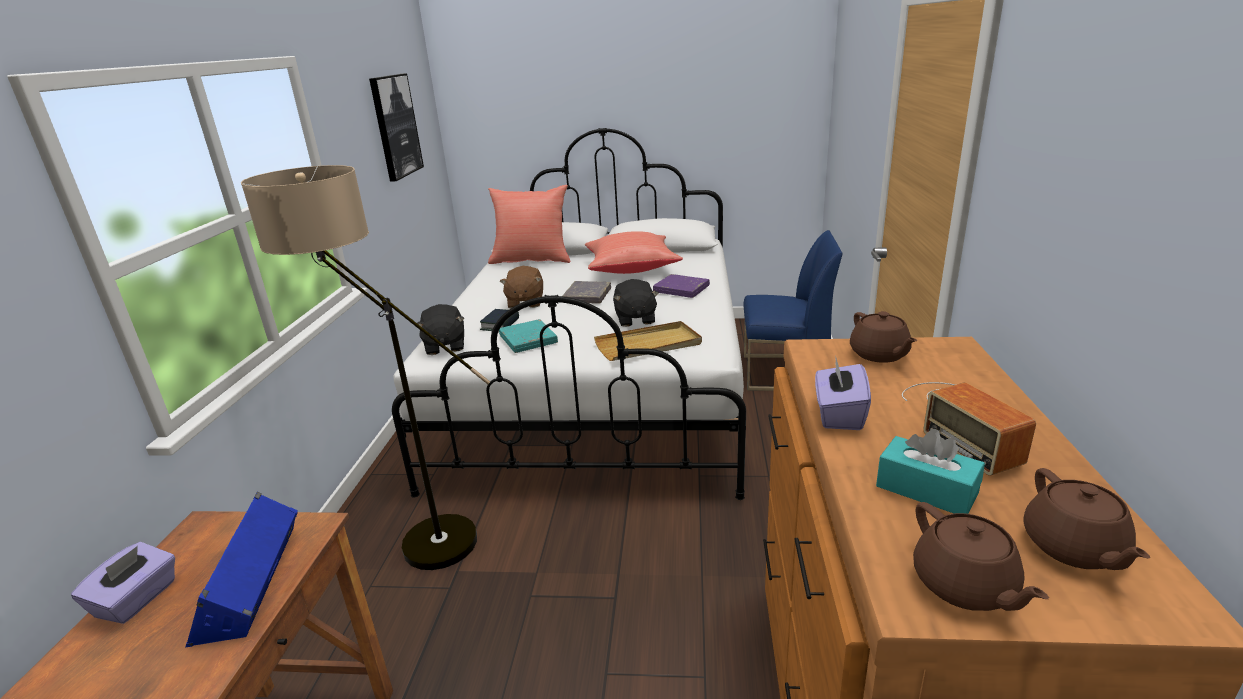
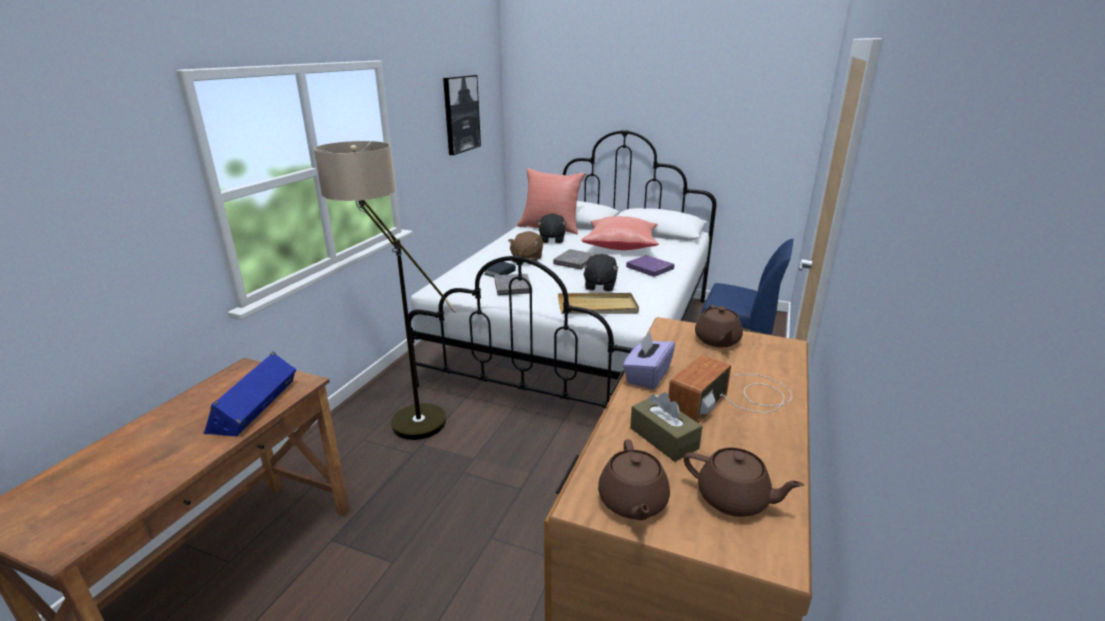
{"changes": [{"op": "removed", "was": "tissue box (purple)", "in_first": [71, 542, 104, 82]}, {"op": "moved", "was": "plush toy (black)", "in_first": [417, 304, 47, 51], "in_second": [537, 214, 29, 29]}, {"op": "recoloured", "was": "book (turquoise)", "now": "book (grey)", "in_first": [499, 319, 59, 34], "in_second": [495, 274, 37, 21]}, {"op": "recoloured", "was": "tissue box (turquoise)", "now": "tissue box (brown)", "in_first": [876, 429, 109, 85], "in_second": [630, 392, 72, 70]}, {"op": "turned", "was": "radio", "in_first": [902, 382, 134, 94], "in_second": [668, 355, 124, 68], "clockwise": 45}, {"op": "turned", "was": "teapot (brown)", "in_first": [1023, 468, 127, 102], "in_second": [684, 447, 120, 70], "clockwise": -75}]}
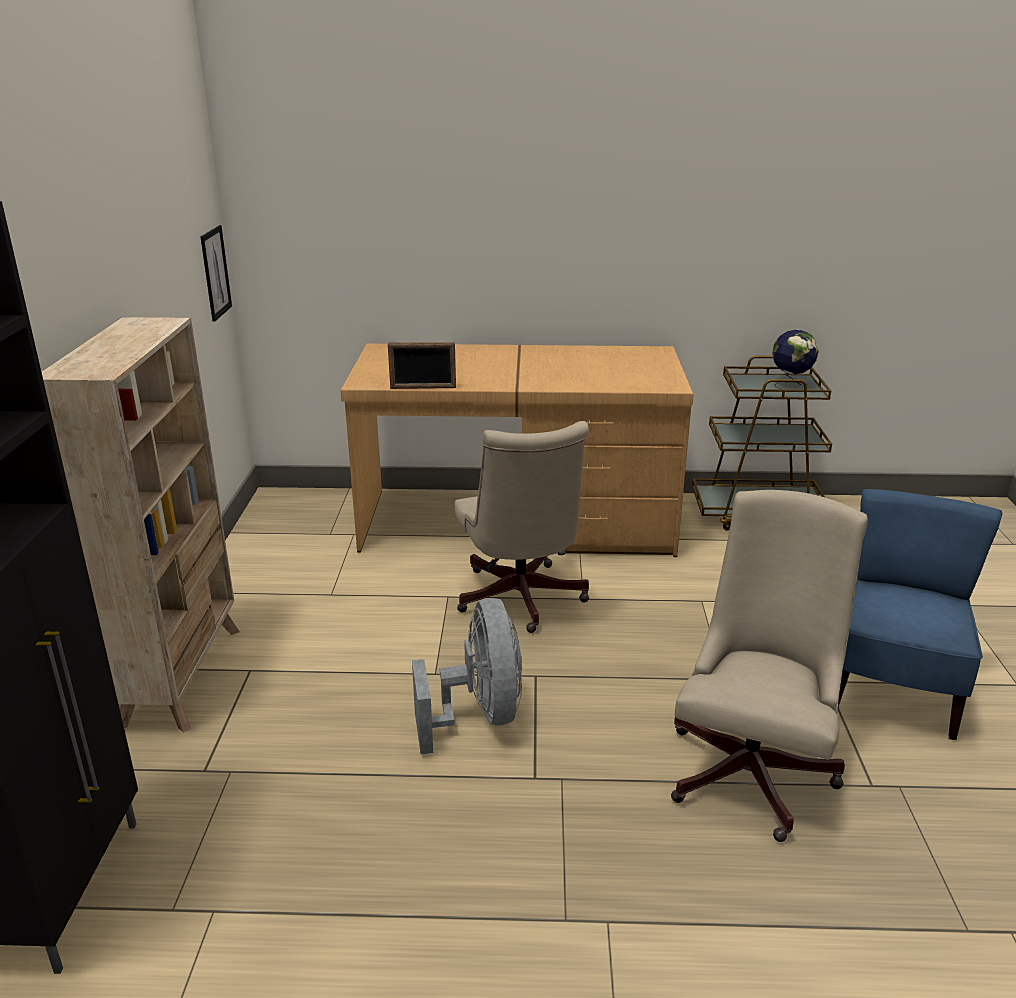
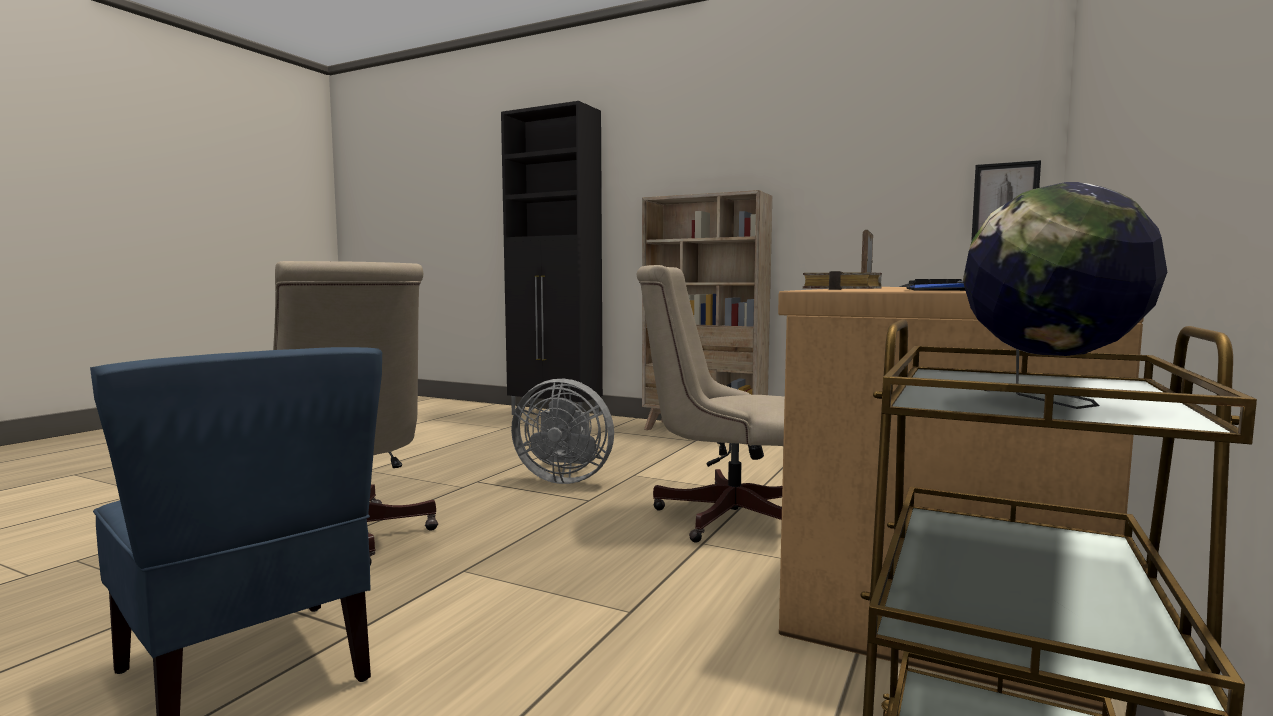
{"changes": [{"op": "added", "now": "book", "in_second": [803, 271, 79, 19]}, {"op": "added", "now": "keyboard", "in_second": [899, 279, 67, 12]}]}
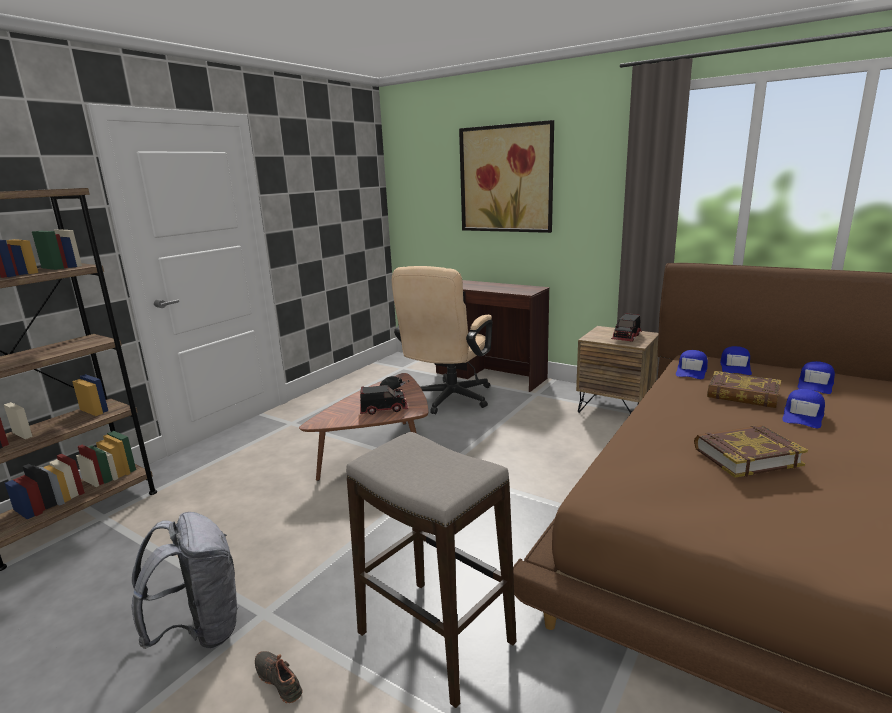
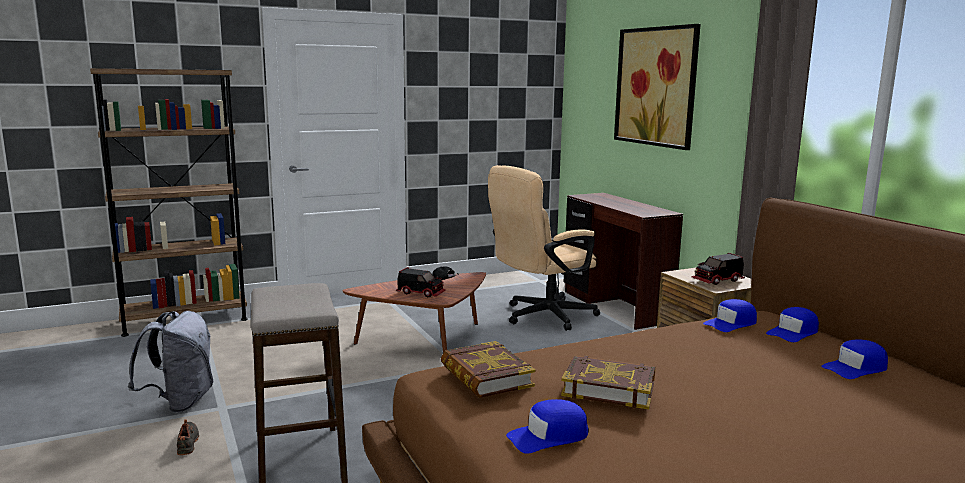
{"changes": [{"op": "moved", "was": "book", "in_first": [707, 371, 74, 37], "in_second": [441, 341, 95, 57]}, {"op": "moved", "was": "cap (blue)", "in_first": [782, 389, 43, 39], "in_second": [506, 399, 83, 55]}]}
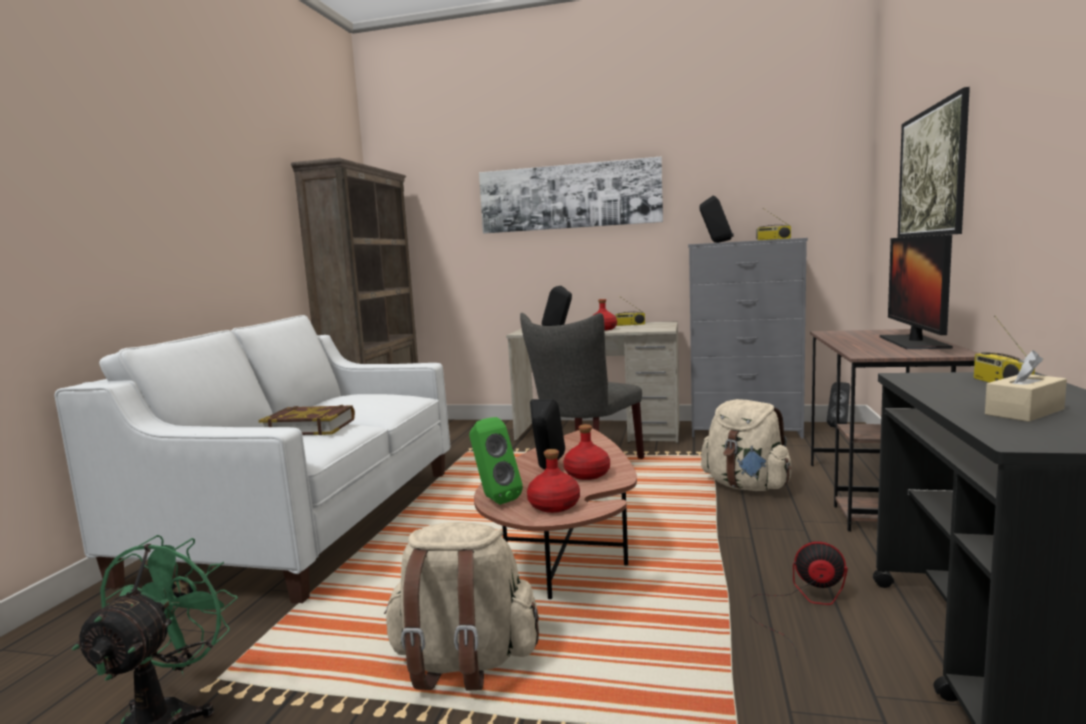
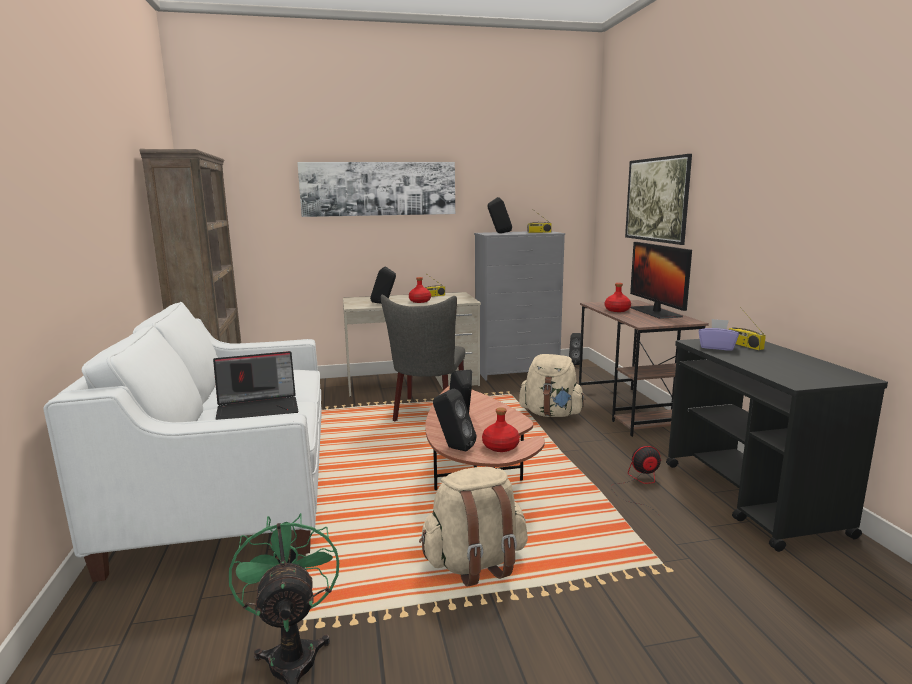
{"changes": [{"op": "removed", "was": "tissue box (beige)", "in_first": [985, 350, 82, 72]}, {"op": "added", "now": "tissue box (purple)", "in_second": [699, 319, 40, 32]}, {"op": "moved", "was": "bottle (red)", "in_first": [563, 424, 47, 56], "in_second": [605, 283, 26, 29]}, {"op": "replaced", "was": "book", "now": "laptop", "in_first": [259, 405, 96, 30], "in_second": [213, 351, 86, 69]}, {"op": "recoloured", "was": "speaker (green)", "now": "speaker (black)", "in_first": [469, 417, 54, 88], "in_second": [433, 388, 44, 64]}]}
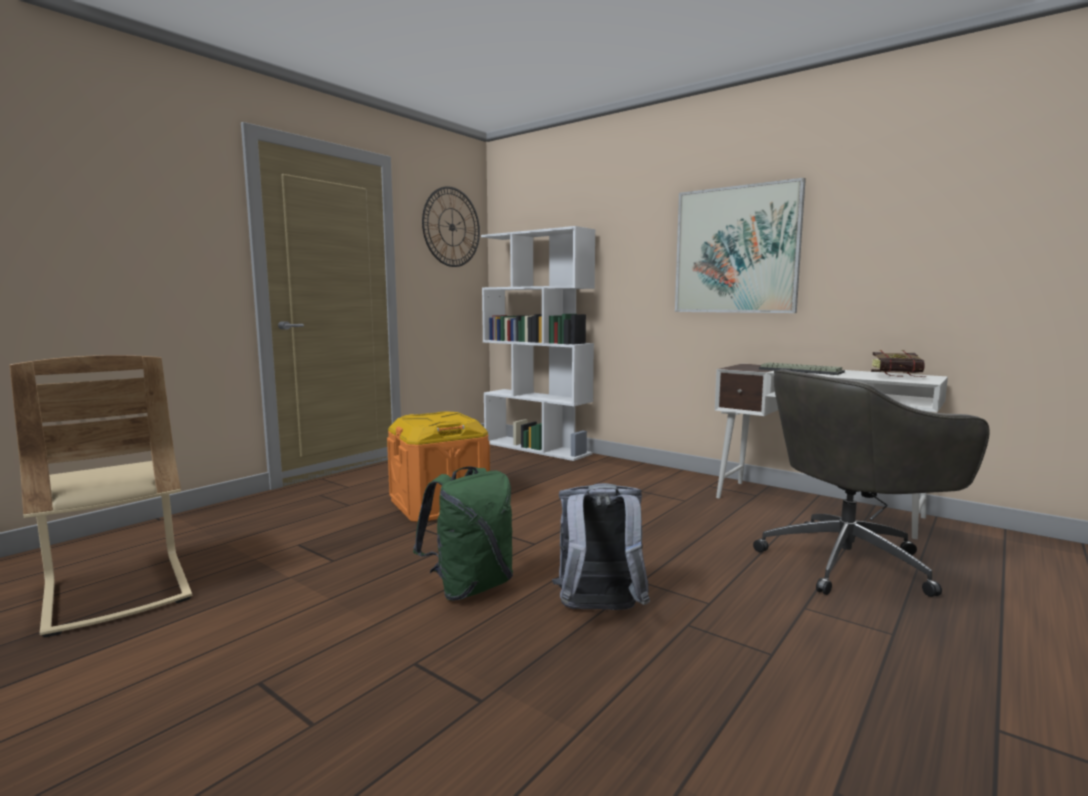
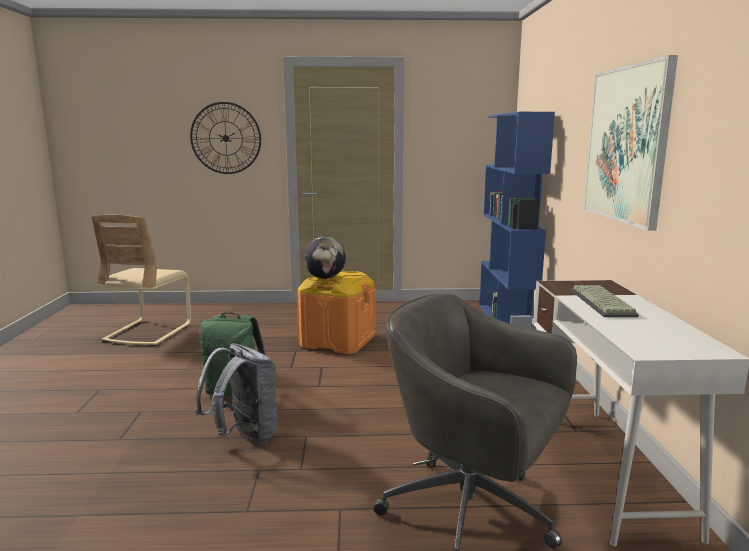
{"changes": [{"op": "removed", "was": "book", "in_first": [871, 350, 55, 27]}, {"op": "added", "now": "globe", "in_second": [303, 236, 43, 43]}, {"op": "moved", "was": "wall clock", "in_first": [422, 186, 58, 81], "in_second": [190, 102, 71, 72]}, {"op": "recoloured", "was": "bookcase (white)", "now": "bookcase (blue)", "in_first": [481, 226, 115, 235], "in_second": [479, 112, 76, 217]}]}
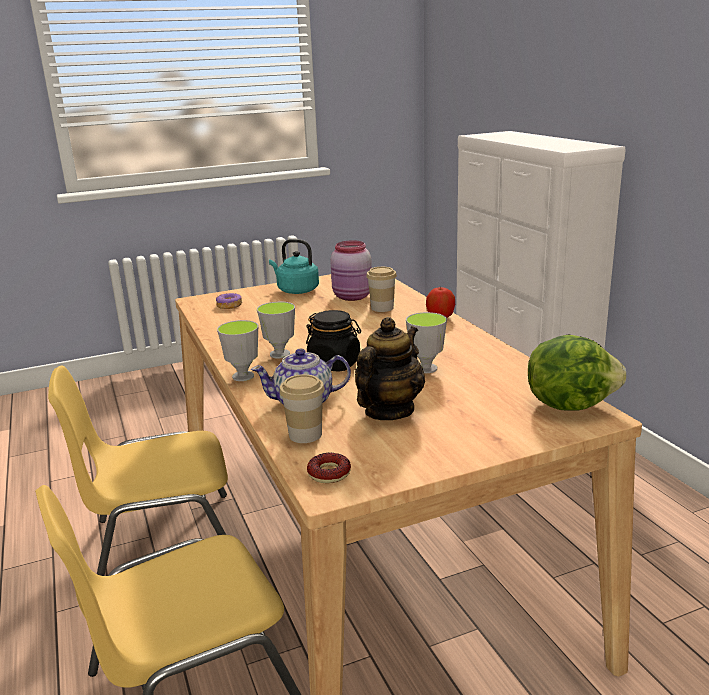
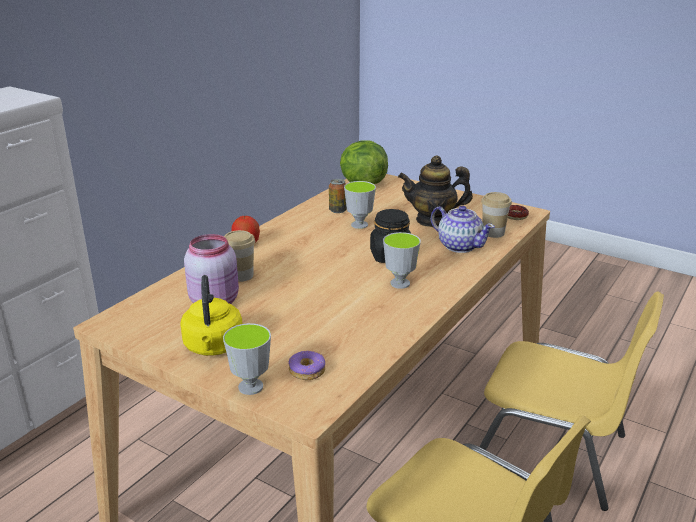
{"changes": [{"op": "added", "now": "can", "in_second": [329, 179, 18, 34]}, {"op": "moved", "was": "cup", "in_first": [217, 320, 41, 61], "in_second": [223, 323, 48, 72]}, {"op": "recoloured", "was": "kettle (turquoise)", "now": "kettle (yellow)", "in_first": [269, 239, 50, 55], "in_second": [180, 275, 62, 81]}]}
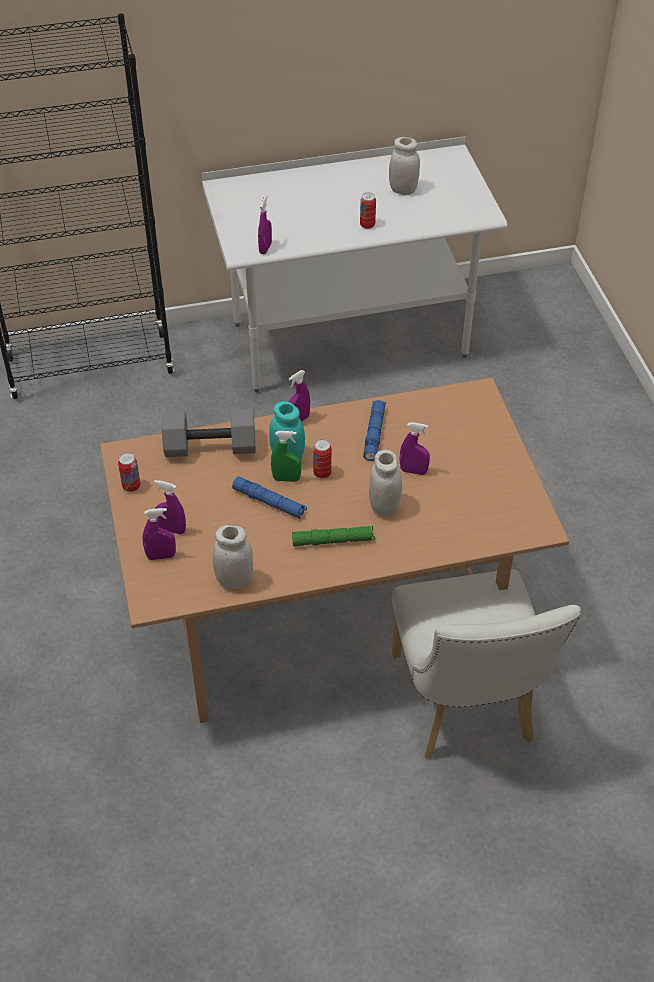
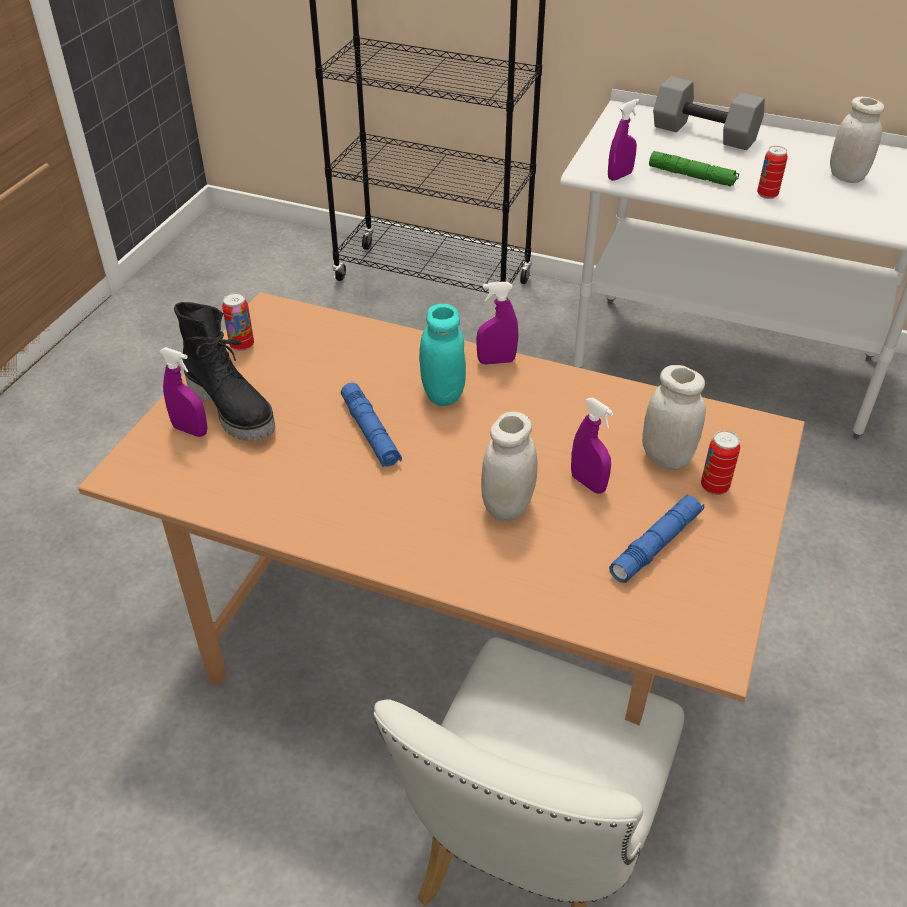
{"changes": [{"op": "removed", "was": "spray bottle (green)", "in_first": [271, 431, 30, 51]}, {"op": "moved", "was": "dumbbell (grey)", "in_first": [162, 408, 94, 49], "in_second": [653, 76, 112, 74]}, {"op": "moved", "was": "jar (white)", "in_first": [213, 525, 40, 64], "in_second": [642, 365, 64, 105]}, {"op": "moved", "was": "flashlight (green)", "in_first": [292, 526, 83, 20], "in_second": [649, 151, 90, 36]}, {"op": "moved", "was": "can", "in_first": [313, 439, 19, 40], "in_second": [701, 431, 39, 64]}, {"op": "moved", "was": "flashlight (blue)", "in_first": [363, 400, 23, 61], "in_second": [609, 494, 95, 89]}, {"op": "replaced", "was": "spray bottle (purple)", "now": "boot (black)", "in_first": [154, 480, 32, 54], "in_second": [174, 302, 101, 139]}]}
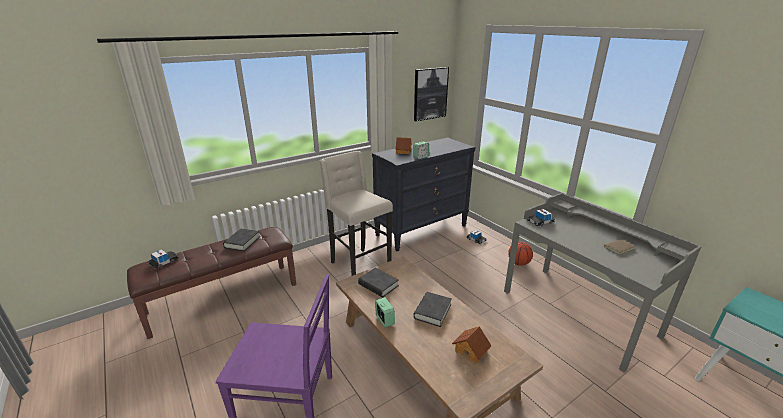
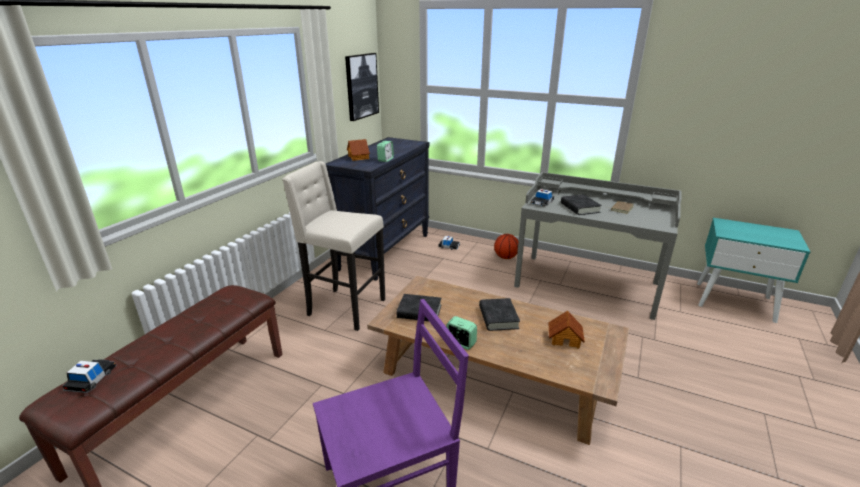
{"changes": [{"op": "moved", "was": "book (black)", "in_first": [223, 228, 37, 23], "in_second": [561, 194, 41, 21]}]}
